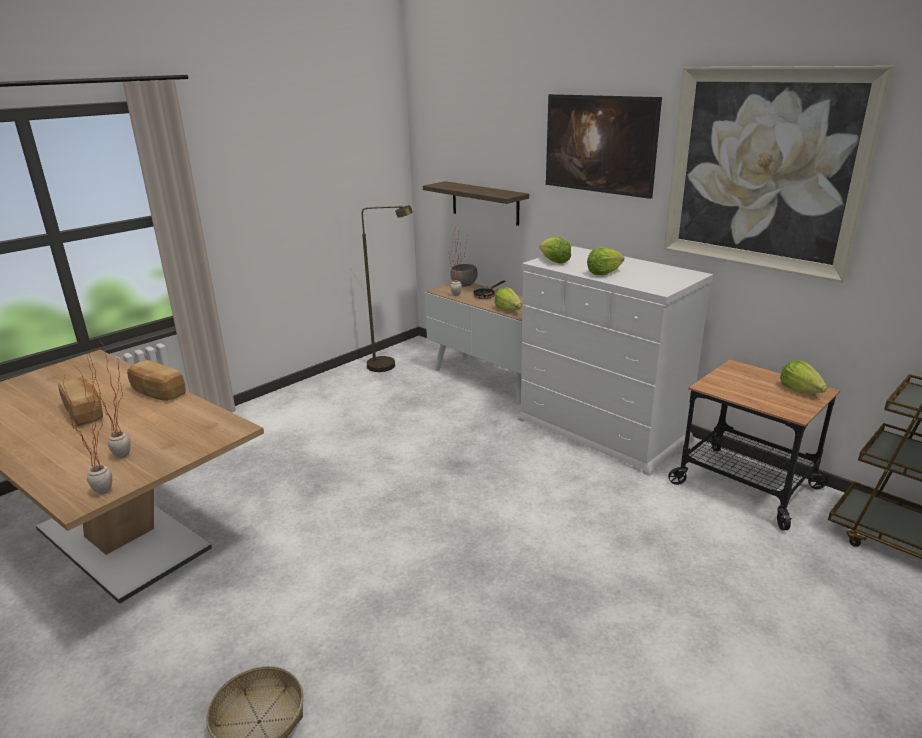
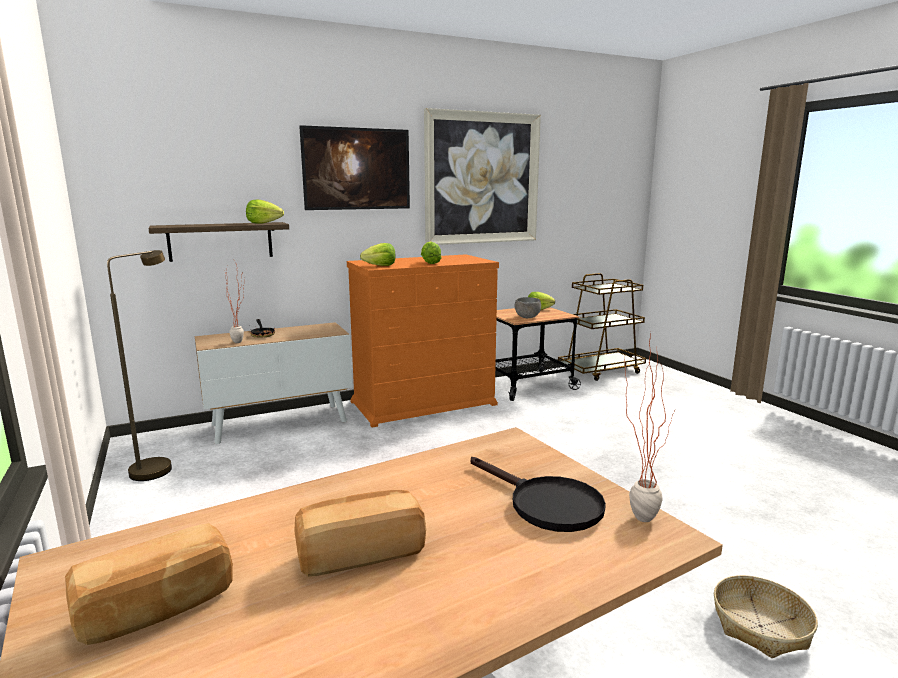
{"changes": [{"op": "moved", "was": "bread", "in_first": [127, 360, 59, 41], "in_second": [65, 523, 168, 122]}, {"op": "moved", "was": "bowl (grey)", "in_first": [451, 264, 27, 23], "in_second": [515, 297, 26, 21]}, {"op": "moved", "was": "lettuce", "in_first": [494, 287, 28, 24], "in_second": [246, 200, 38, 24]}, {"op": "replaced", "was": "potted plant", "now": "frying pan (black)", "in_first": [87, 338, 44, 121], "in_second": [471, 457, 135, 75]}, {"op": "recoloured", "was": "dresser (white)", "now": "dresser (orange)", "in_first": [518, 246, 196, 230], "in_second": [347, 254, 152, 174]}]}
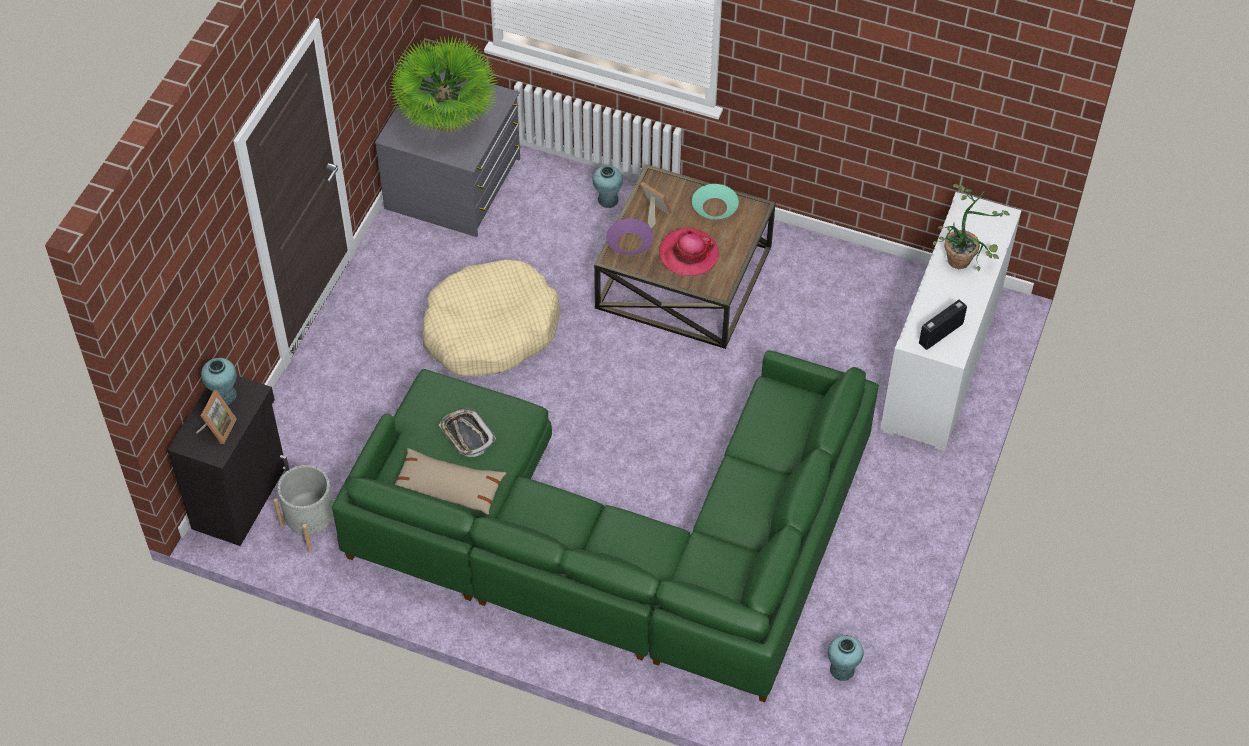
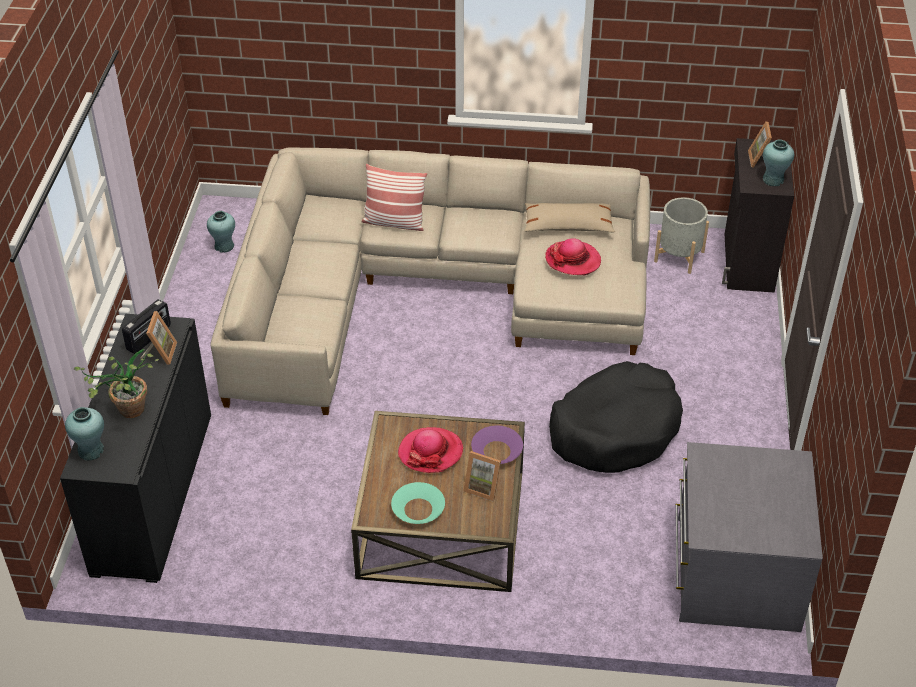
{"changes": [{"op": "removed", "was": "potted plant", "in_first": [388, 35, 111, 98]}, {"op": "added", "now": "picture frame", "in_second": [140, 311, 37, 54]}, {"op": "added", "now": "pillow", "in_second": [361, 164, 66, 67]}, {"op": "moved", "was": "vase (turquoise)", "in_first": [592, 165, 31, 43], "in_second": [65, 407, 39, 54]}, {"op": "replaced", "was": "tray", "now": "hat", "in_first": [439, 408, 57, 49], "in_second": [545, 238, 56, 37]}, {"op": "recoloured", "was": "sofa (green)", "now": "sofa (beige)", "in_first": [332, 350, 547, 352], "in_second": [210, 147, 440, 268]}, {"op": "recoloured", "was": "dog bed (beige)", "now": "dog bed (black)", "in_first": [423, 260, 138, 116], "in_second": [549, 361, 134, 112]}, {"op": "recoloured", "was": "cabinet (white)", "now": "cabinet (black)", "in_first": [880, 192, 142, 260], "in_second": [60, 314, 151, 269]}]}
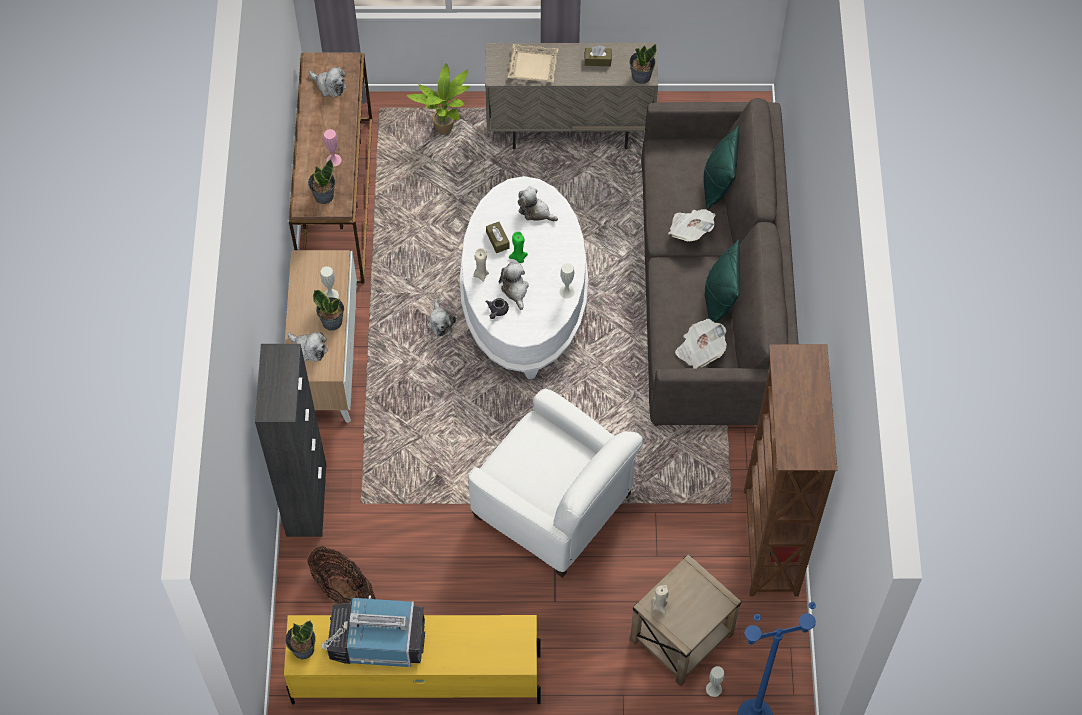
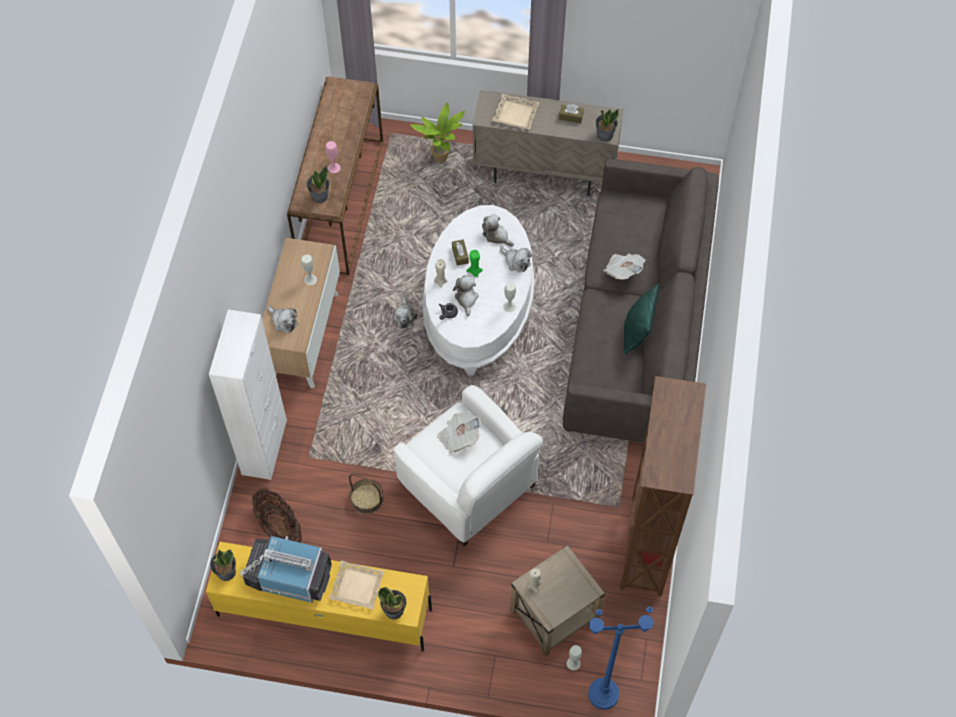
{"changes": [{"op": "removed", "was": "pillow (green)", "in_first": [703, 126, 36, 84]}, {"op": "added", "now": "tray (beige)", "in_second": [329, 561, 56, 48]}, {"op": "added", "now": "basket", "in_second": [349, 473, 35, 41]}, {"op": "moved", "was": "plush toy", "in_first": [309, 67, 38, 30], "in_second": [500, 246, 32, 26]}, {"op": "moved", "was": "potted plant", "in_first": [313, 290, 31, 41], "in_second": [378, 587, 28, 33]}, {"op": "moved", "was": "newspaper", "in_first": [675, 319, 52, 49], "in_second": [437, 411, 45, 43]}, {"op": "recoloured", "was": "cabinet (black)", "now": "cabinet (white)", "in_first": [255, 344, 71, 193], "in_second": [209, 309, 78, 171]}]}
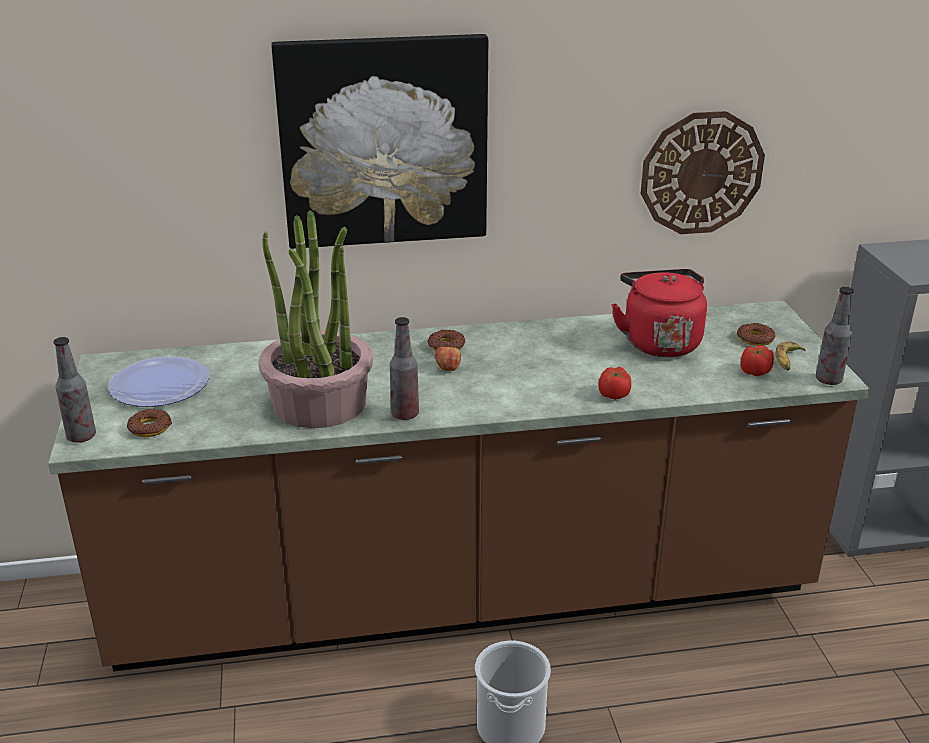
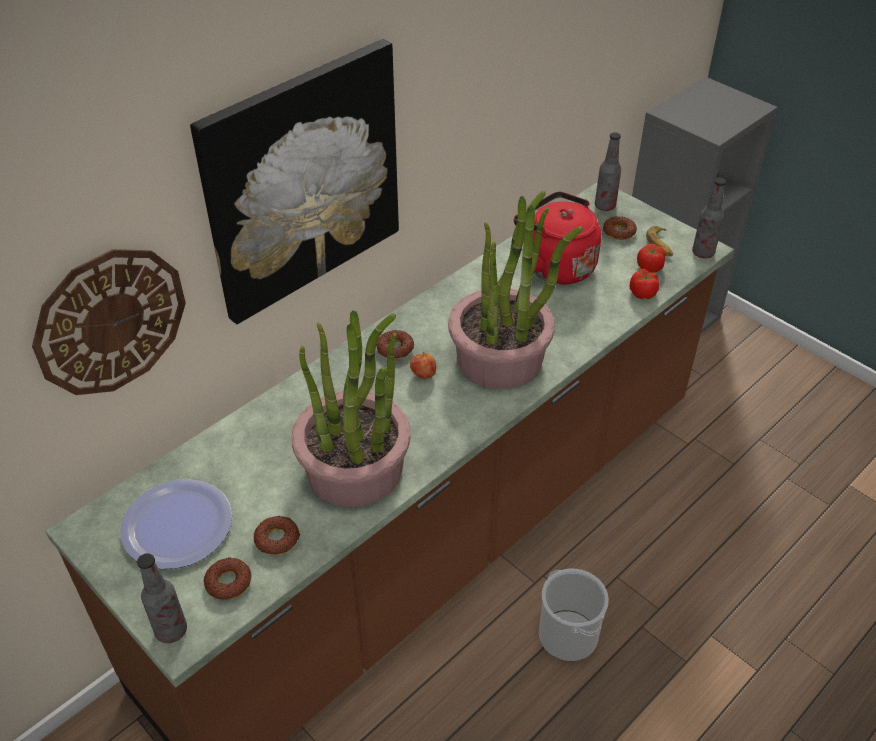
{"changes": [{"op": "added", "now": "donut", "in_second": [254, 516, 46, 39]}, {"op": "added", "now": "potted plant", "in_second": [448, 191, 135, 198]}, {"op": "moved", "was": "bottle", "in_first": [390, 317, 29, 103], "in_second": [595, 132, 26, 79]}, {"op": "moved", "was": "tomato", "in_first": [598, 367, 33, 33], "in_second": [630, 269, 29, 30]}, {"op": "moved", "was": "wall clock", "in_first": [641, 111, 124, 123], "in_second": [32, 249, 154, 146]}]}
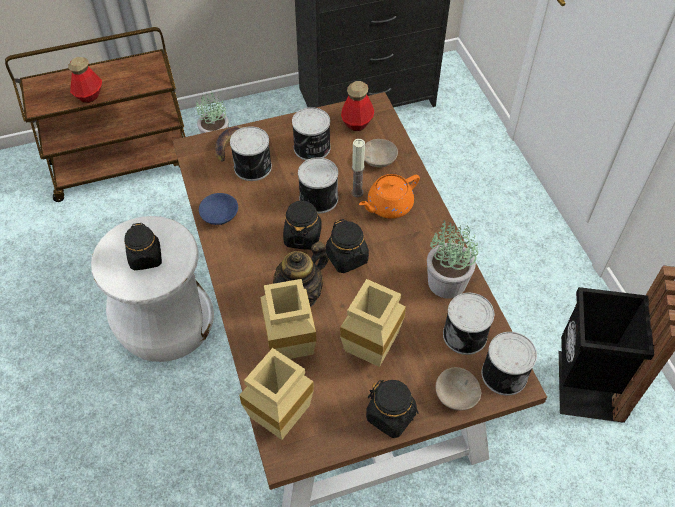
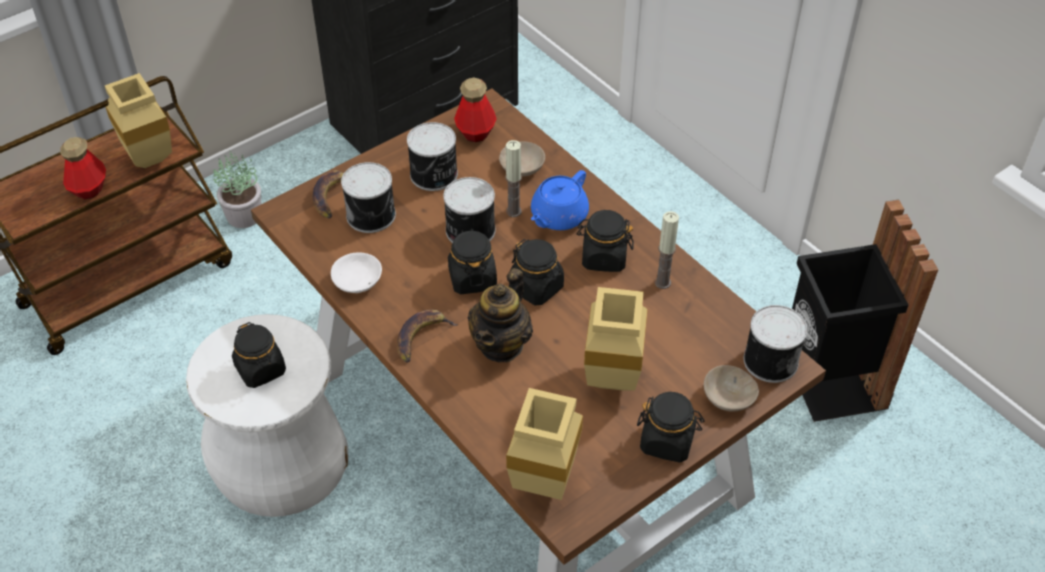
{"changes": [{"op": "removed", "was": "can", "in_first": [443, 293, 51, 62]}, {"op": "added", "now": "banana", "in_second": [397, 309, 61, 53]}, {"op": "added", "now": "jar (black)", "in_second": [576, 210, 58, 62]}, {"op": "moved", "was": "vase (beige)", "in_first": [260, 279, 56, 80], "in_second": [105, 73, 67, 95]}, {"op": "replaced", "was": "potted plant", "now": "candle", "in_first": [427, 220, 51, 79], "in_second": [655, 211, 24, 78]}, {"op": "recoloured", "was": "bowl (blue)", "now": "bowl (white)", "in_first": [199, 193, 39, 32], "in_second": [331, 252, 51, 41]}, {"op": "recoloured", "was": "teapot (orange)", "now": "teapot (blue)", "in_first": [359, 174, 61, 45], "in_second": [531, 170, 58, 60]}]}
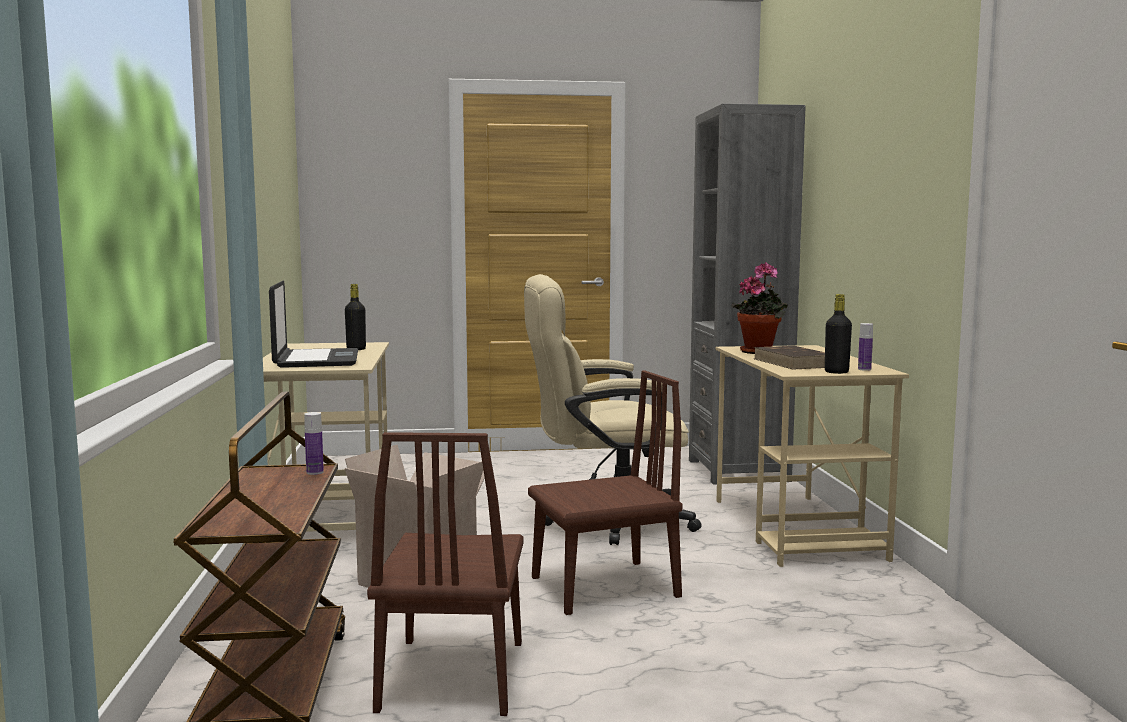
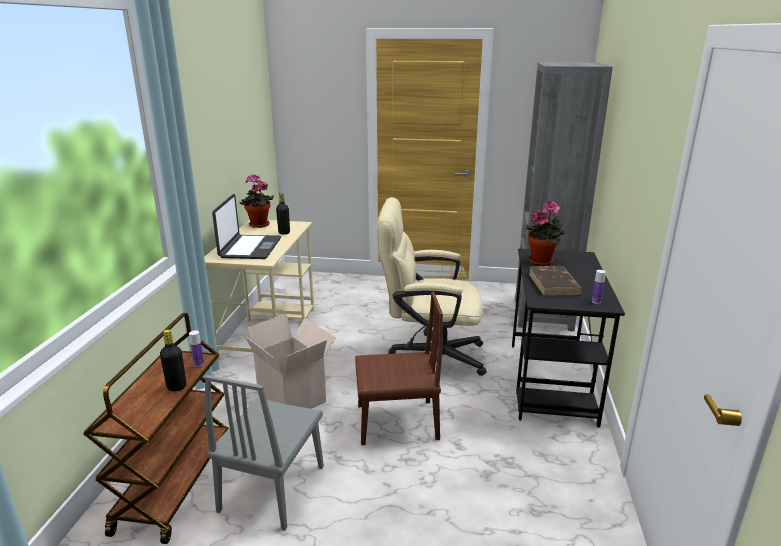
{"changes": [{"op": "added", "now": "potted plant", "in_second": [240, 174, 34, 54]}, {"op": "moved", "was": "bottle (black)", "in_first": [825, 294, 27, 80], "in_second": [160, 330, 26, 61]}, {"op": "recoloured", "was": "chair (brown)", "now": "chair (grey)", "in_first": [367, 432, 157, 284], "in_second": [205, 375, 119, 156]}, {"op": "recoloured", "was": "desk (beige)", "now": "desk (black)", "in_first": [716, 345, 193, 222], "in_second": [512, 248, 113, 180]}]}
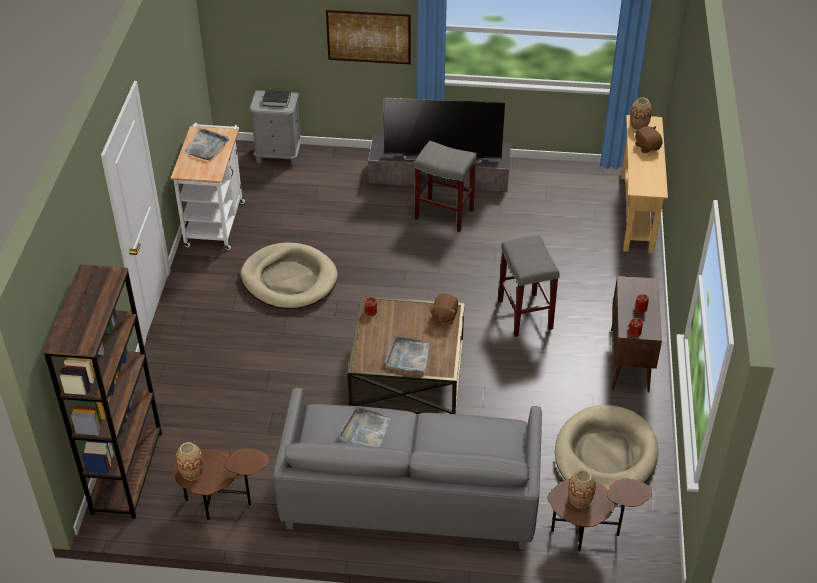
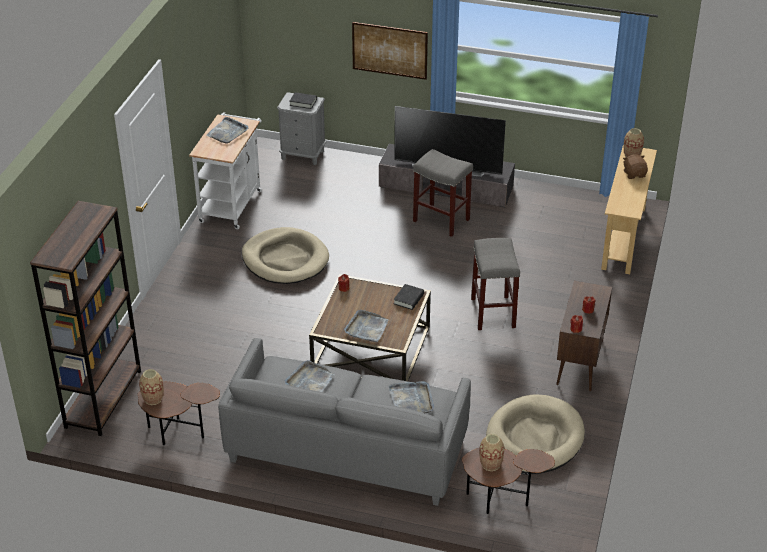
{"changes": [{"op": "added", "now": "tray (grey)", "in_second": [388, 381, 46, 32]}, {"op": "replaced", "was": "plush toy (brown)", "now": "book (black)", "in_first": [430, 294, 28, 31], "in_second": [394, 284, 30, 26]}]}
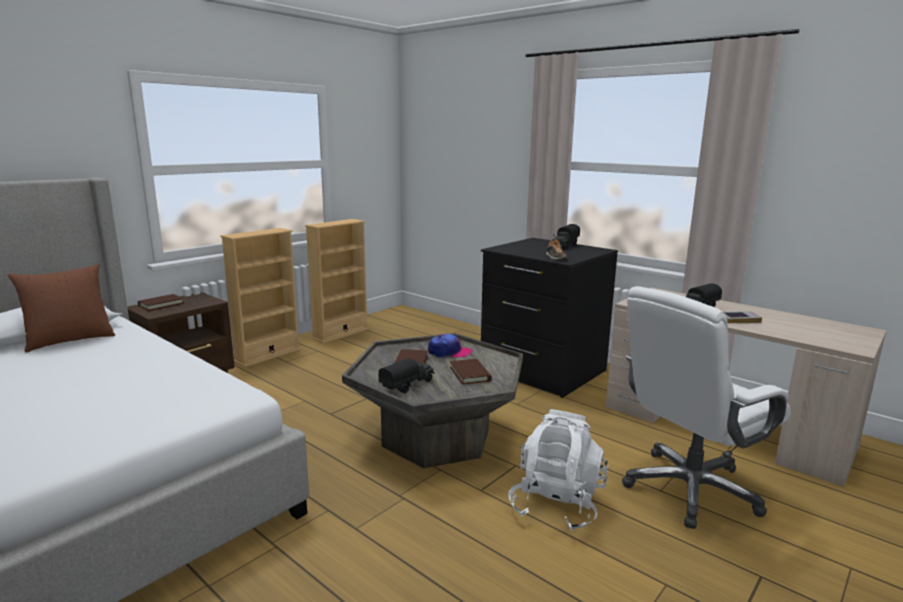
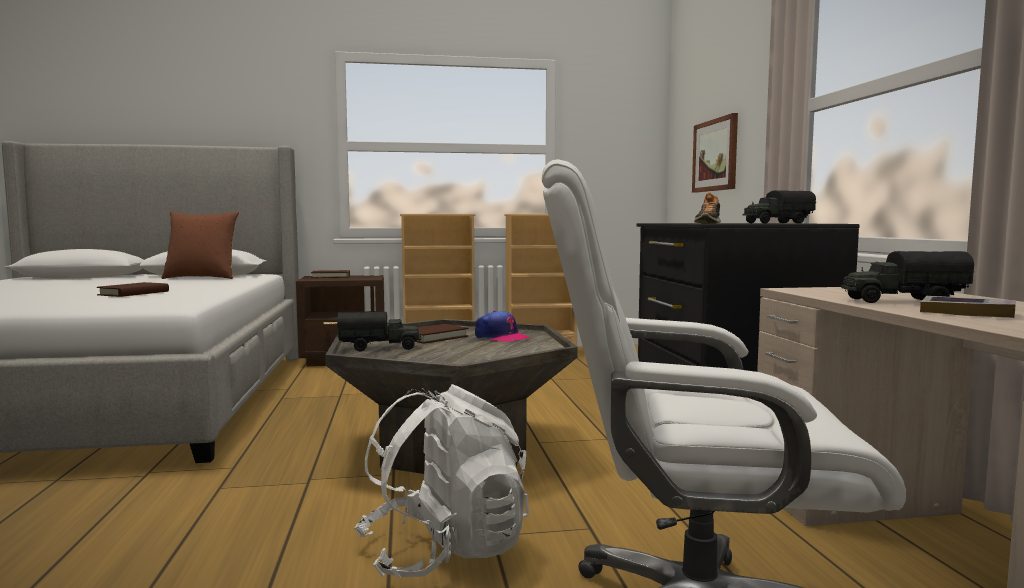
{"changes": [{"op": "added", "now": "picture", "in_second": [692, 113, 46, 80]}, {"op": "moved", "was": "book (brown)", "in_first": [450, 359, 42, 26], "in_second": [97, 282, 72, 15]}]}
